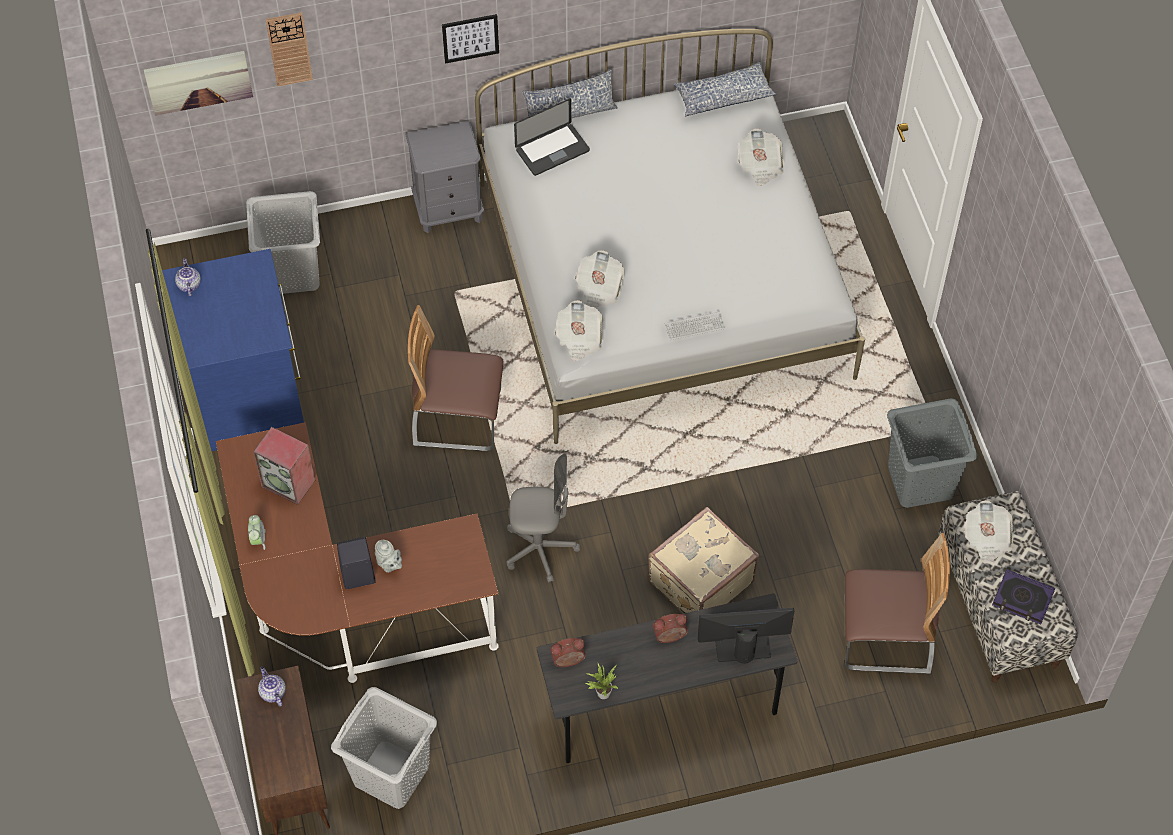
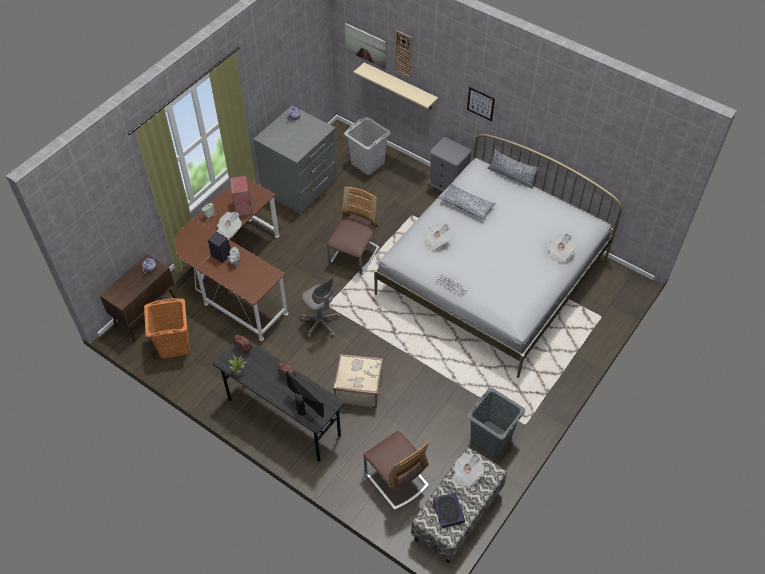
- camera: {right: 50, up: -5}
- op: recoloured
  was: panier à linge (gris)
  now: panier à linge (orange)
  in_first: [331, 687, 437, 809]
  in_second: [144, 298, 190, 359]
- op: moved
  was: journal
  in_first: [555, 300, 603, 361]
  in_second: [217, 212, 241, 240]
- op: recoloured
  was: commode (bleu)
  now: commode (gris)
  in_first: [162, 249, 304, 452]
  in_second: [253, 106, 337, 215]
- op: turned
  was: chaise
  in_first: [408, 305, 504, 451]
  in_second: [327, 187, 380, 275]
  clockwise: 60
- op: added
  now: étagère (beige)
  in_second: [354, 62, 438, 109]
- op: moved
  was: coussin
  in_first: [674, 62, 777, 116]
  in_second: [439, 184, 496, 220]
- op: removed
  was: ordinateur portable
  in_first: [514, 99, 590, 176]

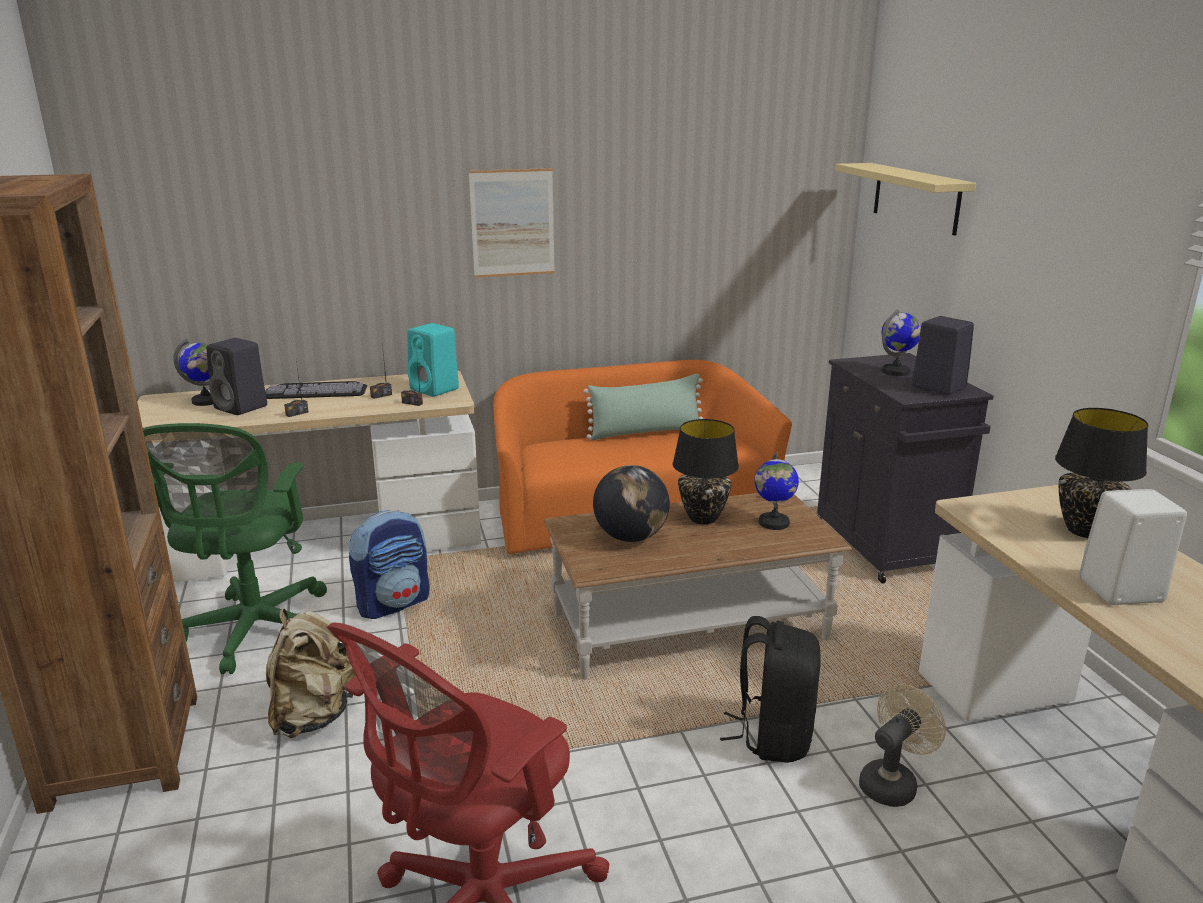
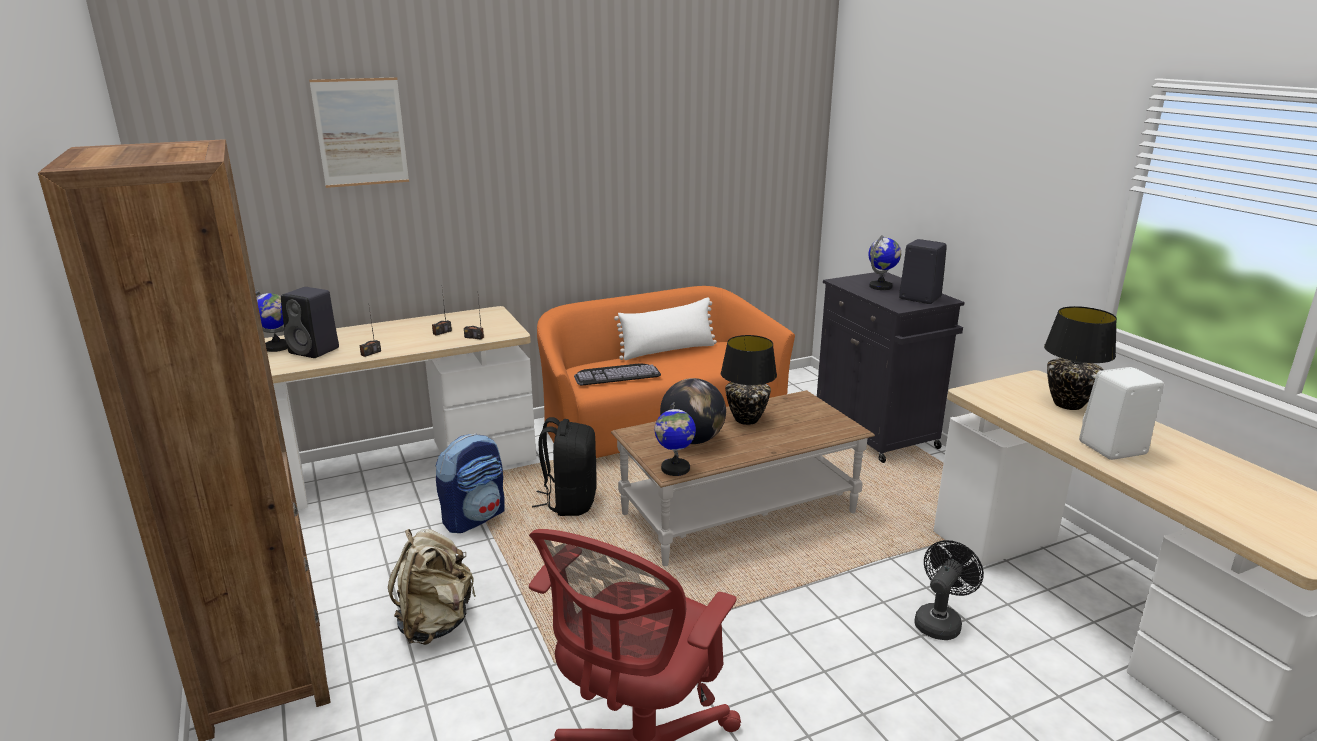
- camera: {right: -10, up: 0}
- op: moved
  was: tableau
  in_first: [469, 168, 555, 278]
  in_second: [309, 77, 409, 188]
- op: moved
  was: sac à dos (noir)
  in_first: [720, 616, 821, 763]
  in_second: [532, 417, 597, 516]
- op: moved
  was: clavier
  in_first: [265, 381, 367, 399]
  in_second: [574, 363, 661, 386]
- op: recoloured
  was: coussin (vert)
  now: coussin (blanc)
  in_first: [583, 374, 703, 440]
  in_second: [614, 298, 717, 360]
- op: moved
  was: globe
  in_first: [754, 452, 799, 530]
  in_second: [655, 402, 696, 476]
- op: recoloured
  was: ventilateur (beige)
  now: ventilateur (noir)
  in_first: [859, 684, 946, 807]
  in_second: [914, 540, 984, 640]
- op: removed
  was: chaise de bureau (vert)
  in_first: [143, 423, 327, 674]
- op: removed
  was: enceinte (turquoise)
  in_first: [407, 323, 459, 397]
- op: removed
  was: étagère (beige)
  in_first: [835, 163, 976, 236]

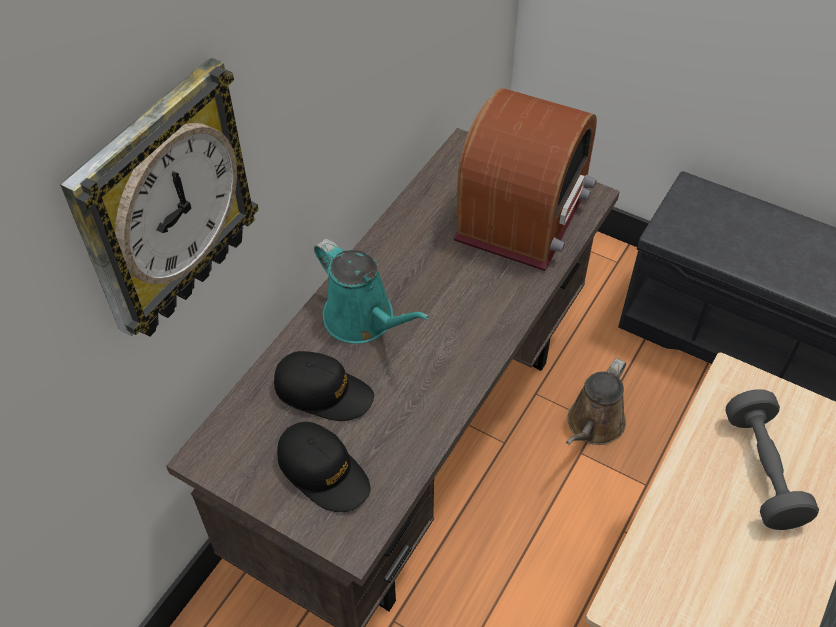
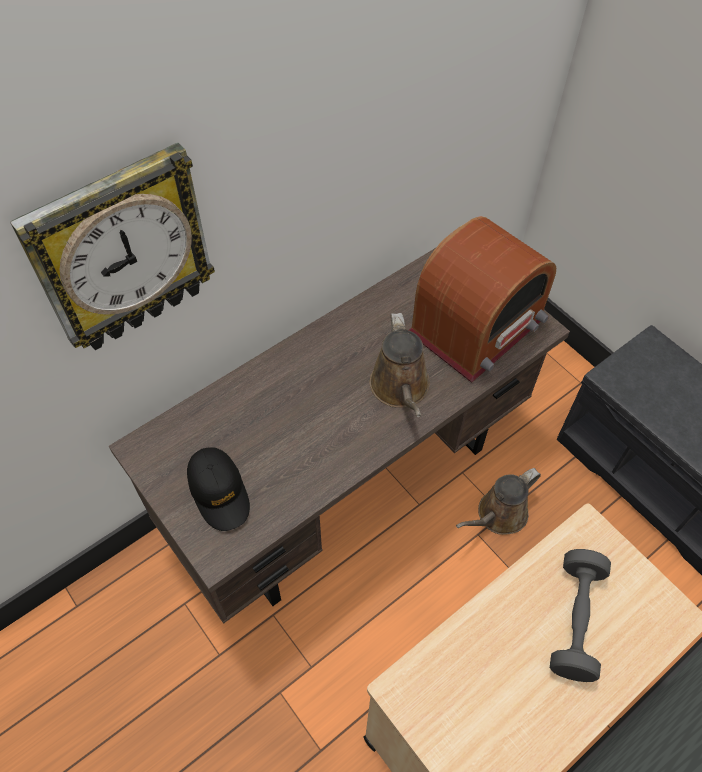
- camera: {right: 20, up: 5}
- op: added
  now: arrosoir (marron)
  in_second: [370, 313, 430, 417]
- op: removed
  was: casquette (noir)
  in_first: [274, 351, 374, 421]
- op: removed
  was: arrosoir (turquoise)
  in_first: [314, 239, 430, 344]

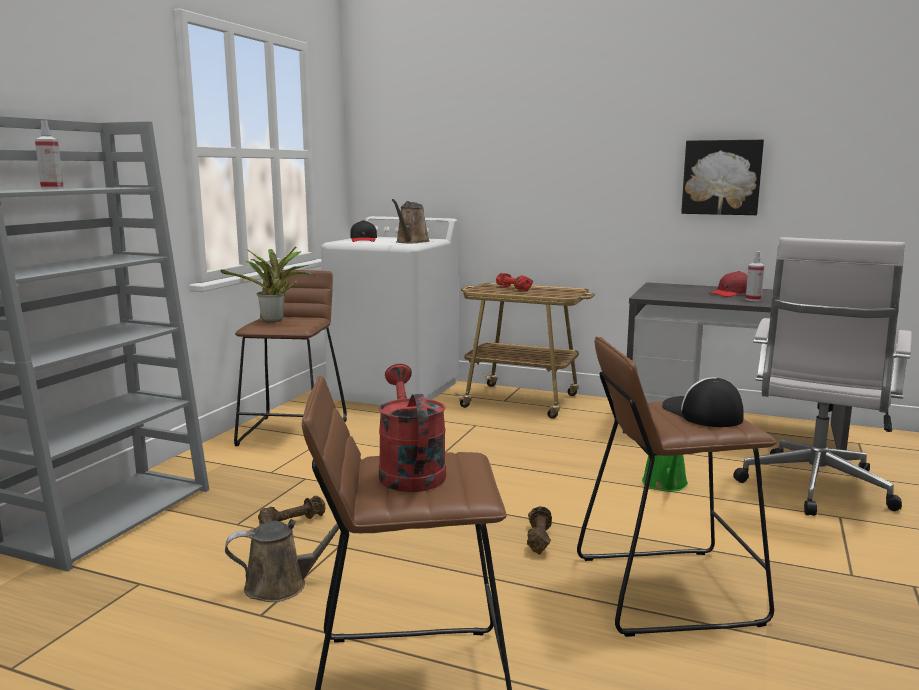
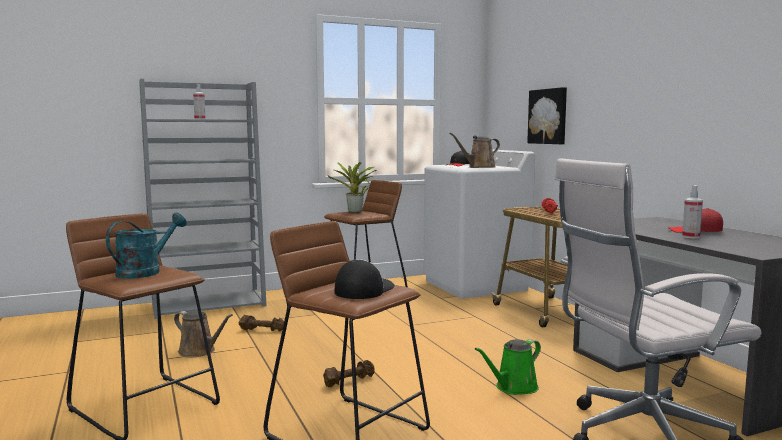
- camera: {right: 45, up: -5}
- op: recoloured
  was: arrosoir (rouge)
  now: arrosoir (turquoise)
  in_first: [378, 363, 446, 492]
  in_second: [106, 213, 187, 279]
- op: moved
  was: tableau
  in_first: [681, 140, 764, 215]
  in_second: [527, 87, 567, 144]

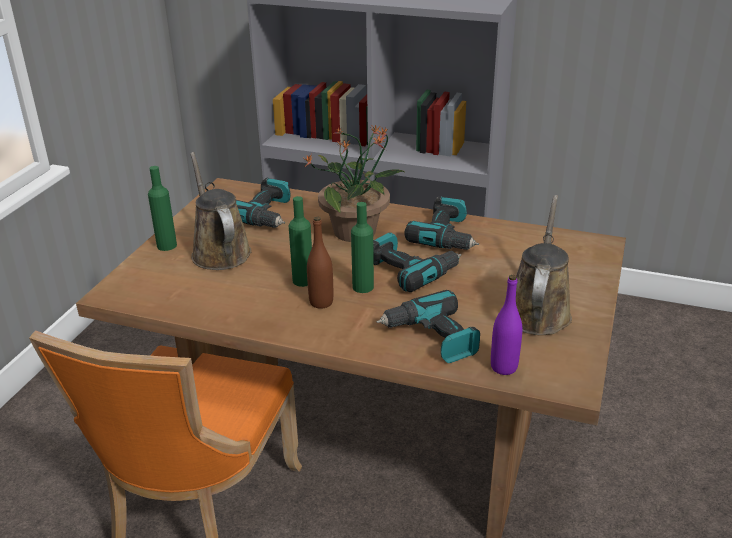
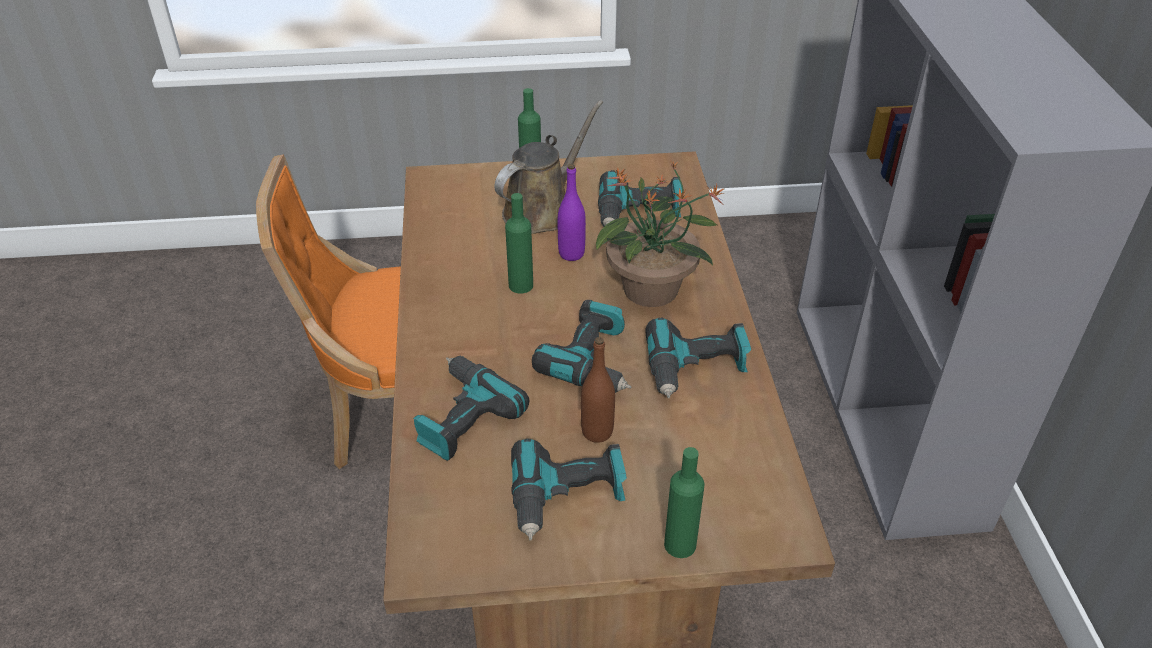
- camera: {right: 65, up: 10}
- op: replaced
  was: arrosoir (marron)
  now: perceuse
  in_first: [516, 195, 572, 335]
  in_second: [511, 438, 627, 540]
- op: moved
  was: bouteille (violet)
  in_first: [491, 275, 522, 375]
  in_second: [558, 164, 586, 261]
- op: moved
  was: bouteille (marron)
  in_first: [307, 217, 333, 309]
  in_second: [581, 337, 615, 443]
- op: moved
  was: bouteille (vert)
  in_first: [351, 202, 374, 293]
  in_second: [664, 447, 704, 558]

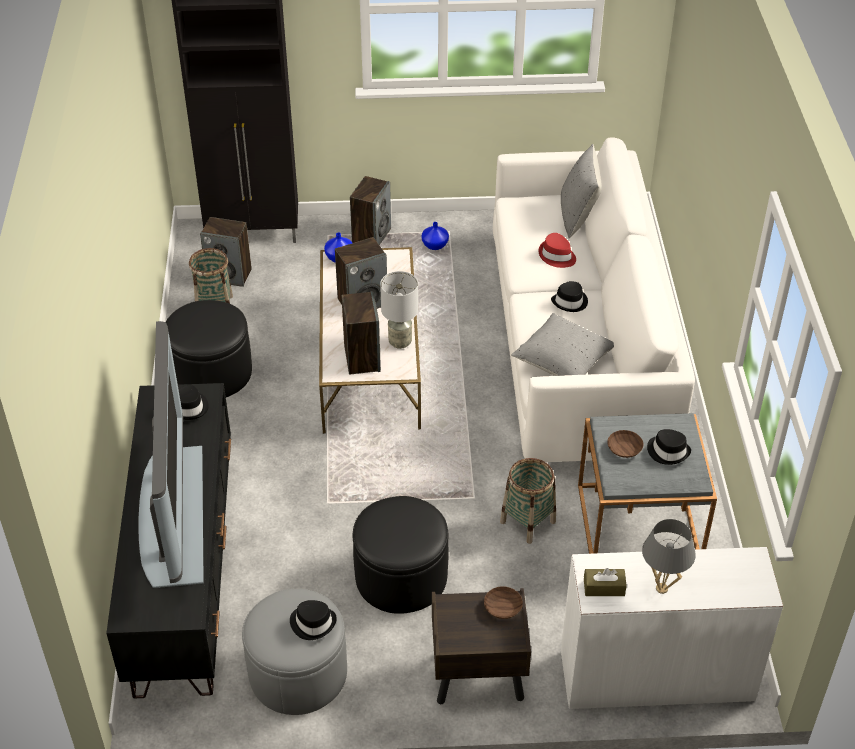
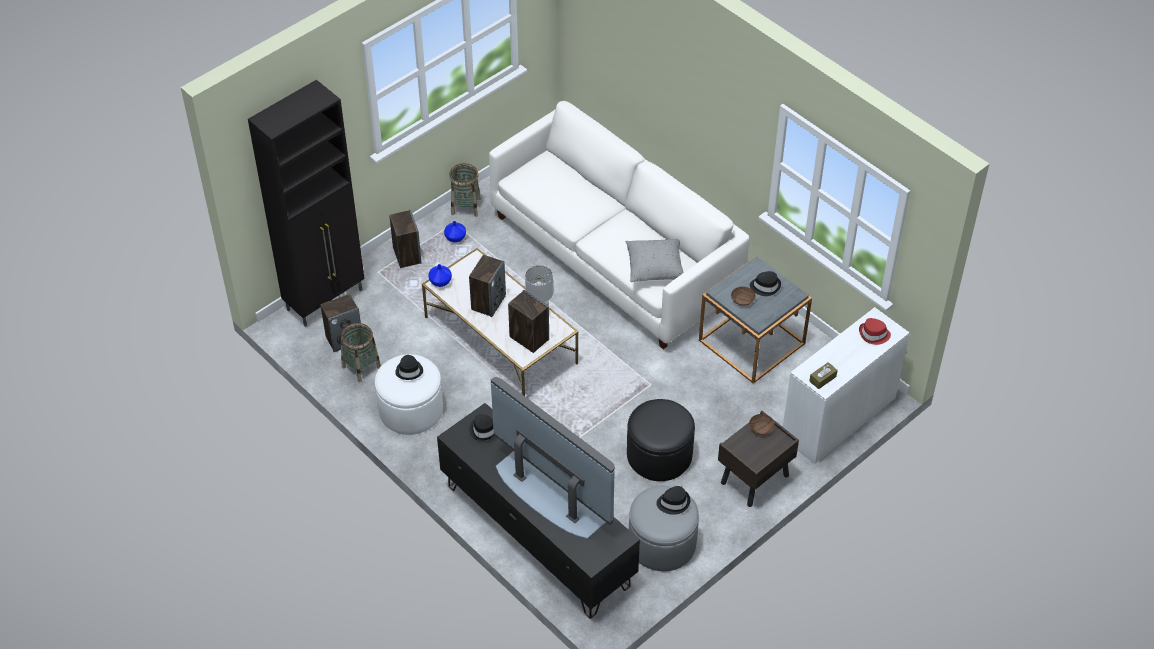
- camera: {right: -40, up: 5}
- op: recoloured
  was: pouf (noir)
  now: pouf (blanc)
  in_first: [166, 300, 252, 397]
  in_second: [375, 354, 443, 435]
- op: moved
  was: chapeau (noir)
  in_first: [551, 281, 588, 312]
  in_second: [395, 355, 423, 380]
- op: moved
  was: panier
  in_first: [500, 458, 556, 544]
  in_second: [449, 163, 481, 217]
- op: moved
  was: chapeau (rouge)
  in_first: [539, 233, 576, 268]
  in_second: [859, 318, 891, 345]
- op: removed
  was: coussin (gris)
  in_first: [561, 144, 602, 239]
- op: removed
  was: lampe de table (gris)
  in_first: [642, 519, 696, 594]

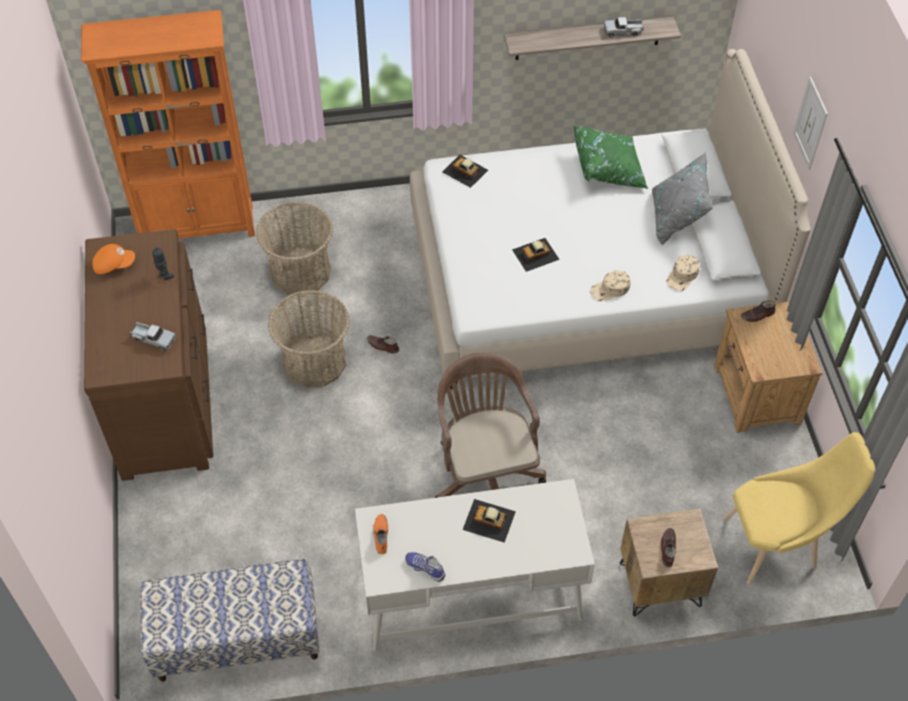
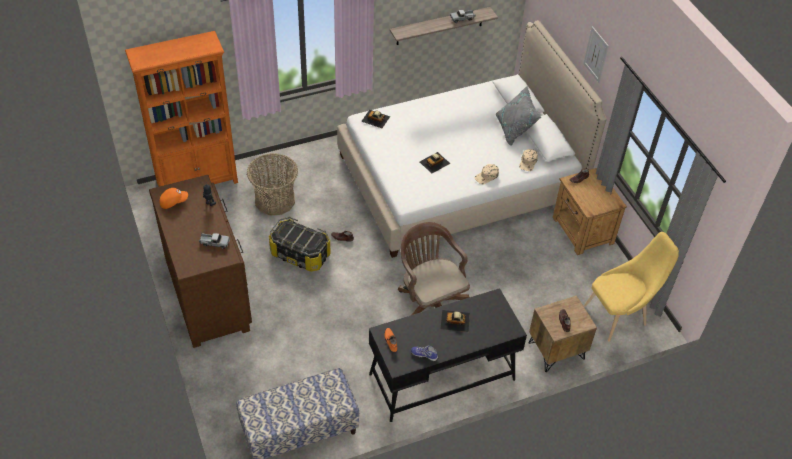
- camera: {right: -15, up: -5}
- op: replaced
  was: panier
  now: boîte de rangement
  in_first: [268, 290, 349, 388]
  in_second: [269, 217, 331, 272]
- op: recoloured
  was: bureau (blanc)
  now: bureau (noir)
  in_first: [355, 479, 595, 651]
  in_second: [369, 288, 527, 422]
- op: removed
  was: coussin (vert)
  in_first: [574, 126, 648, 189]

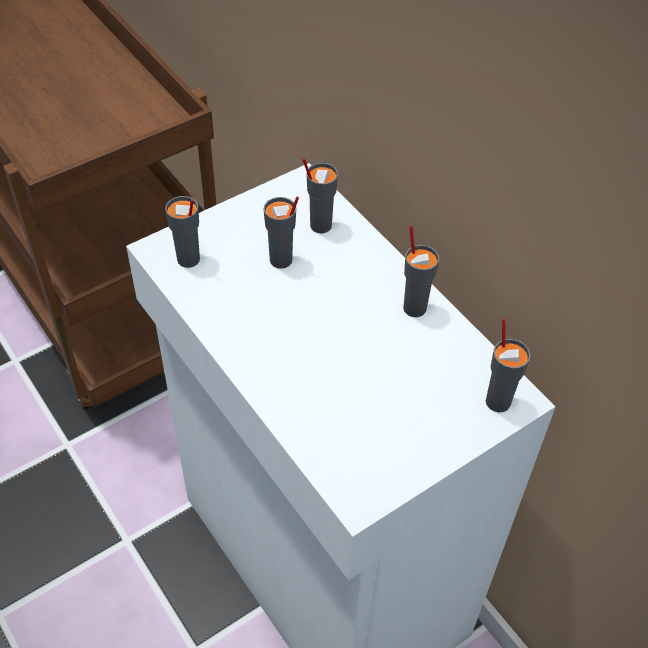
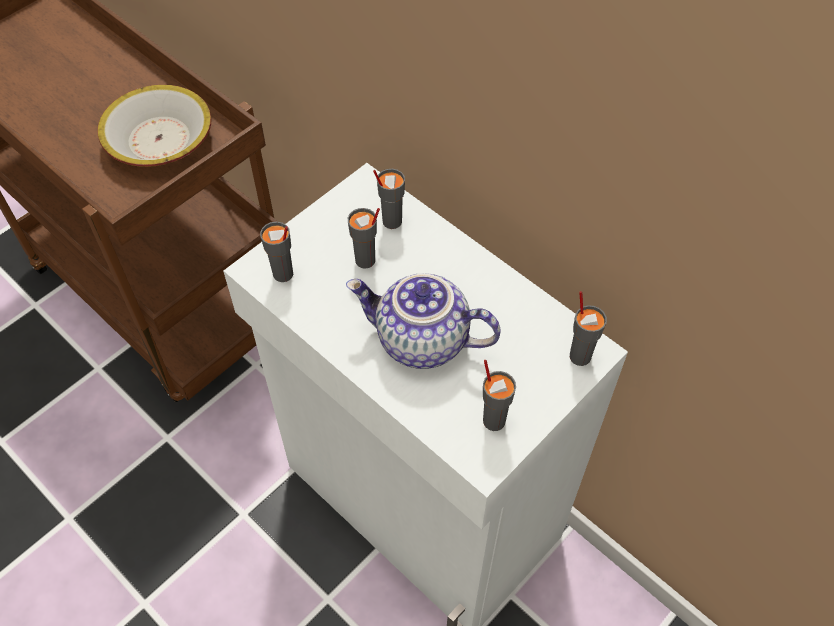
- camera: {right: -10, up: 5}
- op: added
  now: bol
  in_second: [98, 85, 212, 167]
- op: added
  now: théière
  in_second: [346, 273, 501, 369]
- op: moved
  was: tasse (gris)
  in_first: [403, 226, 439, 317]
  in_second: [483, 360, 516, 431]

